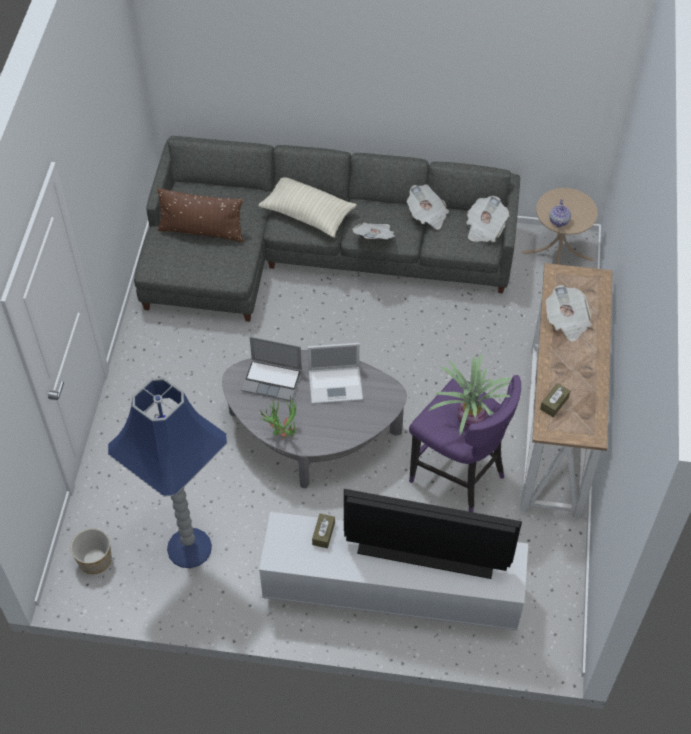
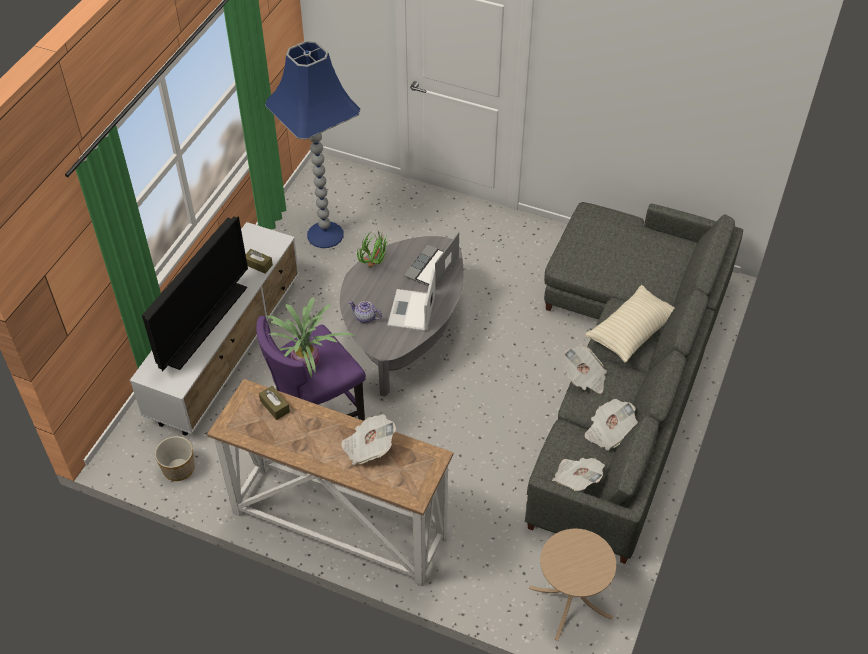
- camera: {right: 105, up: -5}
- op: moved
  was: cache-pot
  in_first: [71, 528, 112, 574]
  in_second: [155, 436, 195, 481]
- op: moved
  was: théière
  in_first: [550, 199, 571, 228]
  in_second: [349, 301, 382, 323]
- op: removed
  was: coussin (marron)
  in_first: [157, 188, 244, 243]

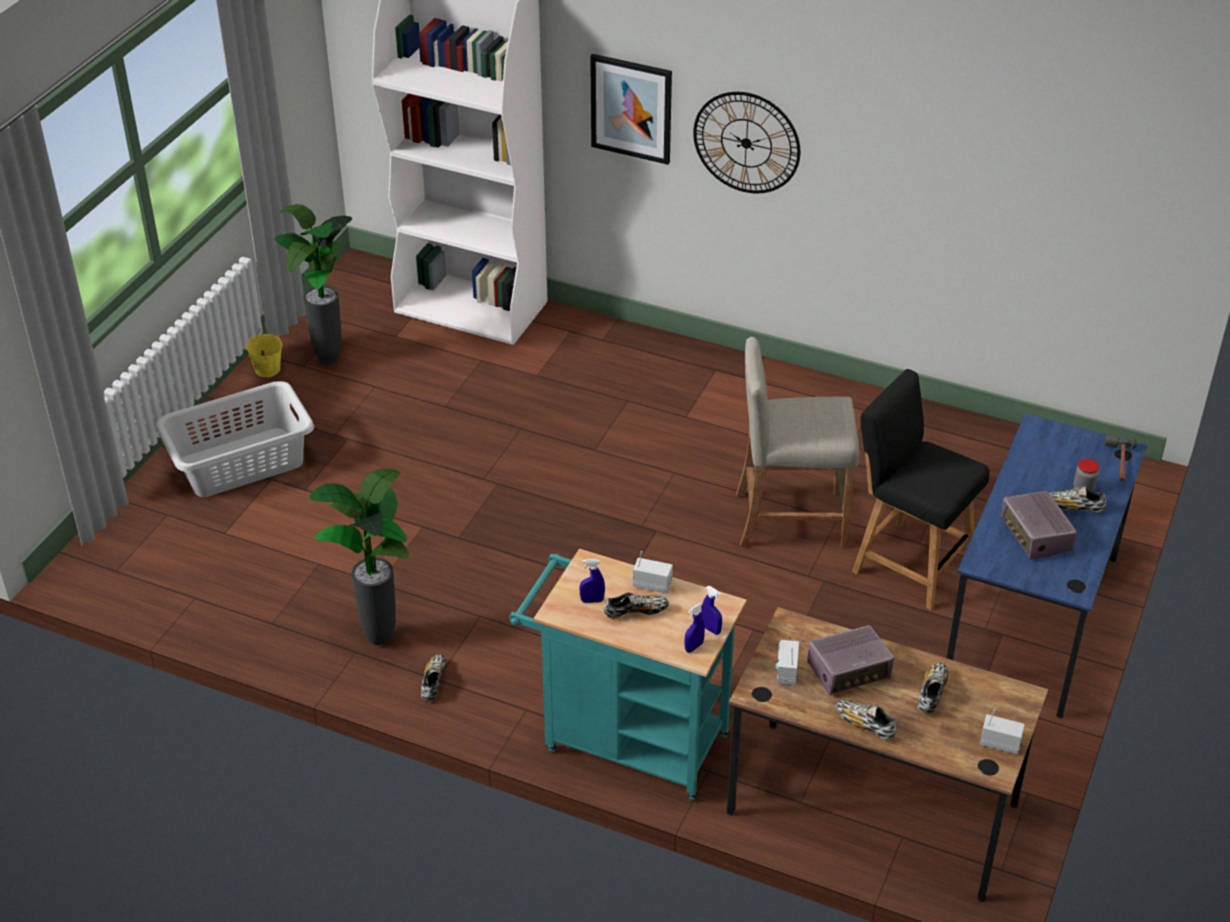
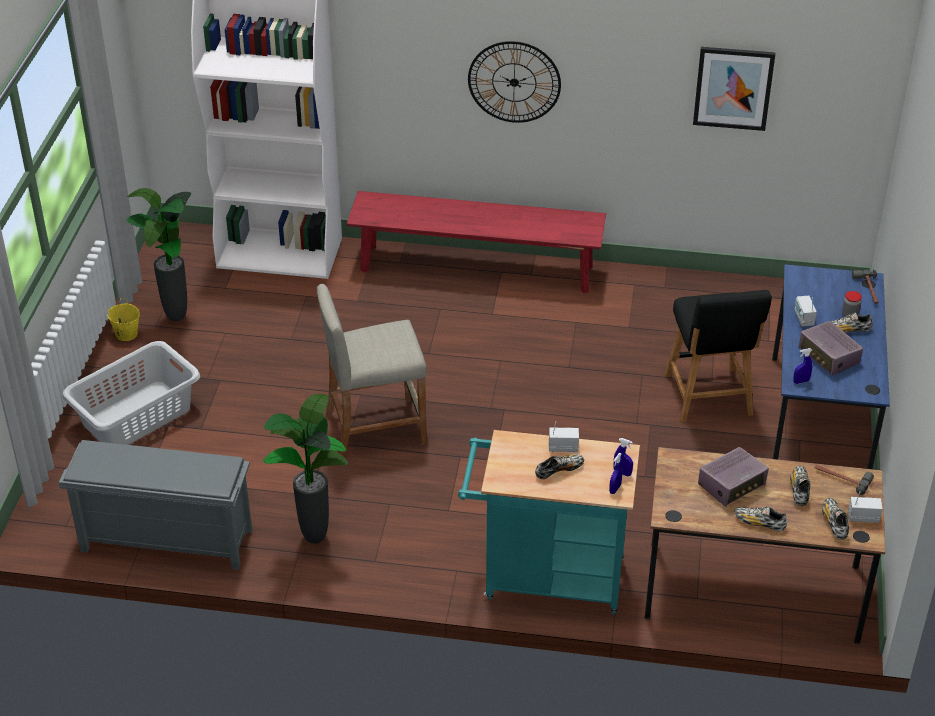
- camera: {right: -15, up: 0}
- op: added
  now: étagère à chaussures (gris)
  in_second: [59, 440, 252, 570]
- op: moved
  was: tabouret (beige)
  in_first: [736, 337, 860, 548]
  in_second: [317, 284, 427, 457]
- op: added
  now: banc (rouge)
  in_second: [347, 191, 606, 294]
- op: turned
  was: chaise (noir)
  in_first: [852, 369, 990, 610]
  in_second: [664, 290, 772, 423]
  clockwise: -120
- op: moved
  was: tableau
  in_first: [590, 54, 672, 165]
  in_second: [693, 47, 775, 131]
- op: moved
  was: vaporisateur (bleu)
  in_first: [579, 559, 605, 603]
  in_second: [793, 348, 812, 384]
- op: moved
  was: radio
  in_first: [776, 640, 799, 685]
  in_second: [795, 296, 817, 327]
- op: added
  now: marteau
  in_second: [815, 465, 874, 495]
- op: moved
  was: chaussure
  in_first: [421, 654, 447, 701]
  in_second: [822, 498, 849, 540]

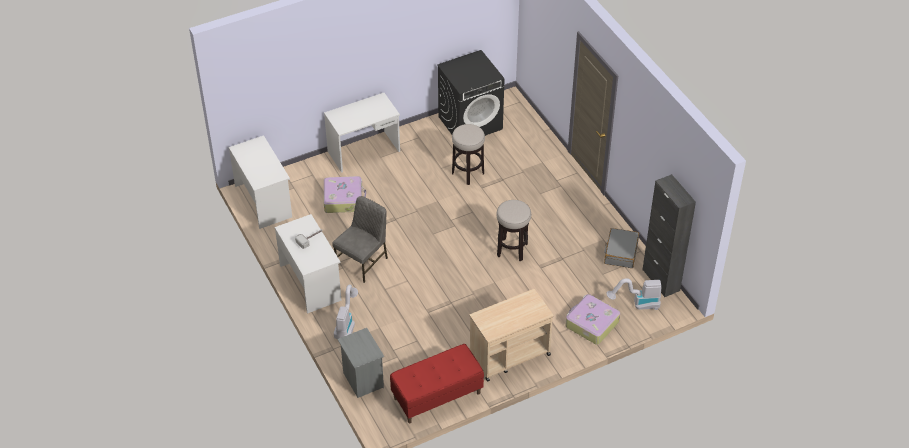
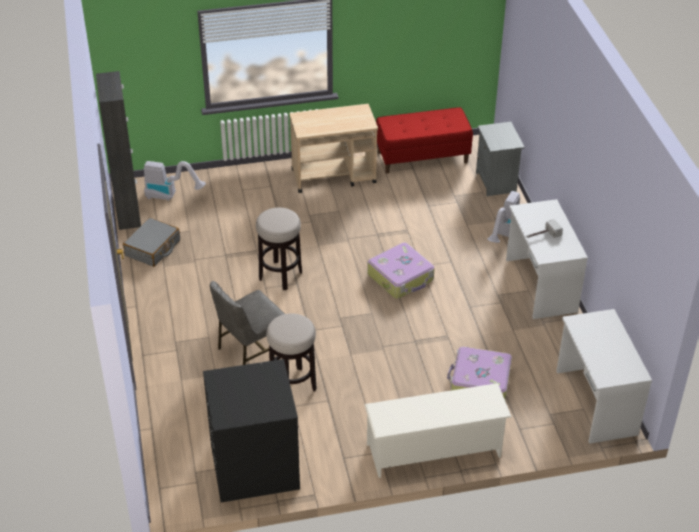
- camera: {right: -165, up: -5}
- op: moved
  was: chaise (gris)
  in_first: [332, 196, 388, 283]
  in_second: [210, 281, 285, 365]
- op: replaced
  was: bureau (blanc)
  now: étagère à chaussures (blanc)
  in_first: [324, 93, 400, 173]
  in_second: [364, 383, 512, 478]
- op: moved
  was: valise
  in_first: [565, 294, 620, 345]
  in_second: [367, 243, 435, 299]

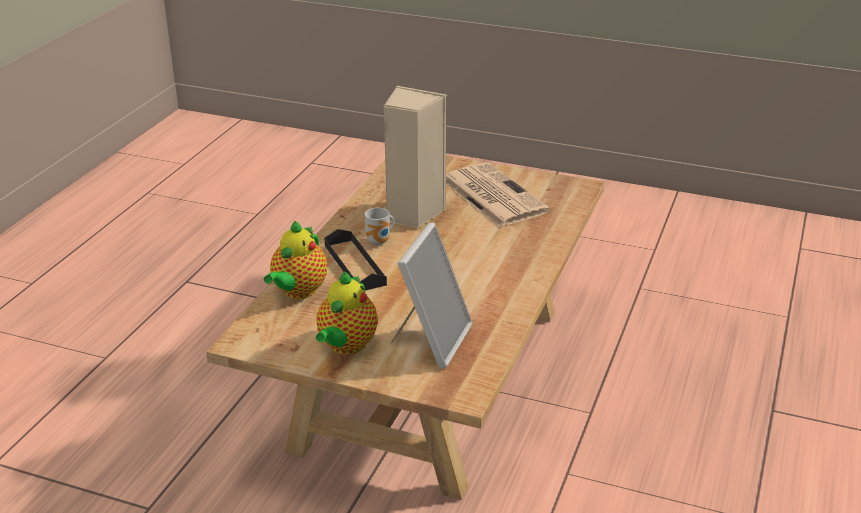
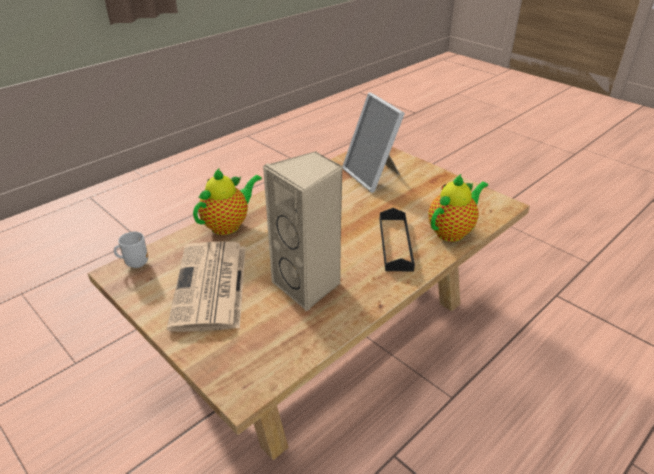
- camera: {right: -155, up: 5}
- op: moved
  was: mug
  in_first: [365, 208, 394, 245]
  in_second: [114, 232, 148, 268]
- op: moved
  was: théière
  in_first: [316, 271, 378, 355]
  in_second: [193, 167, 262, 235]
- op: turned
  was: cadre photo
  in_first: [391, 222, 472, 369]
  in_second: [342, 93, 405, 193]
  clockwise: -75

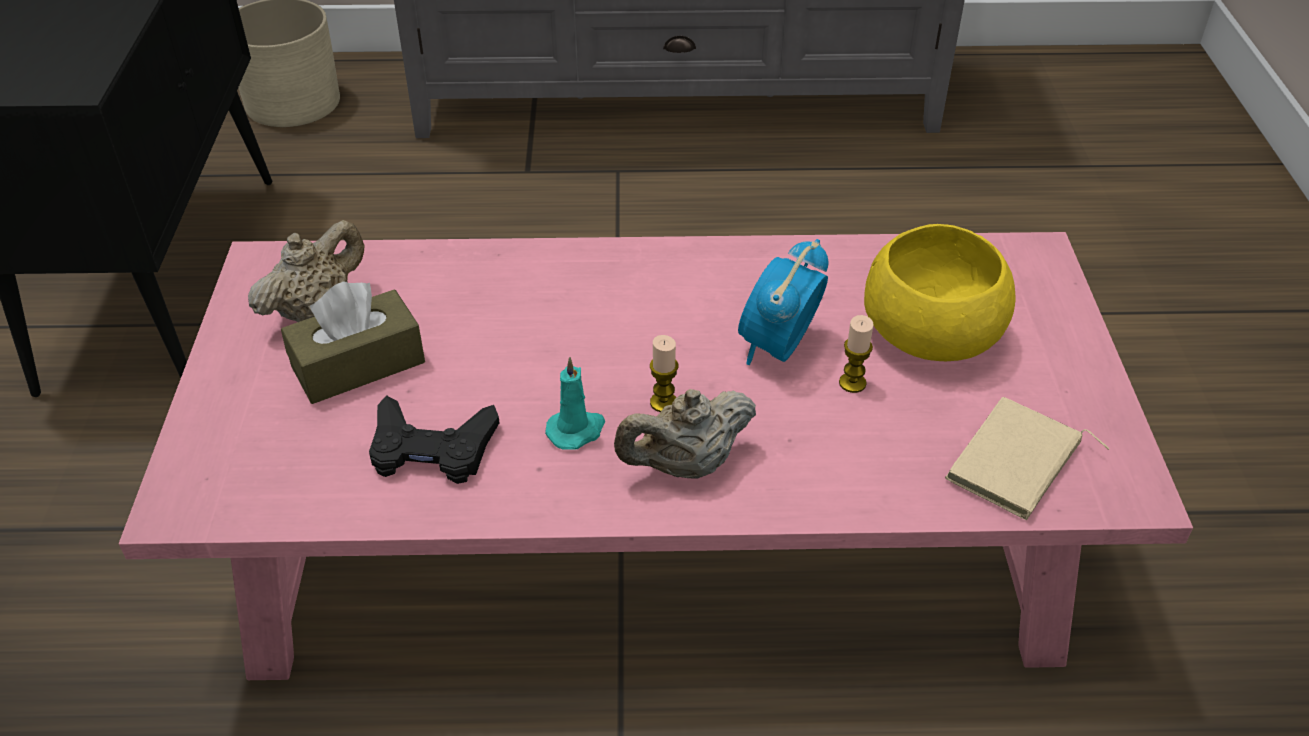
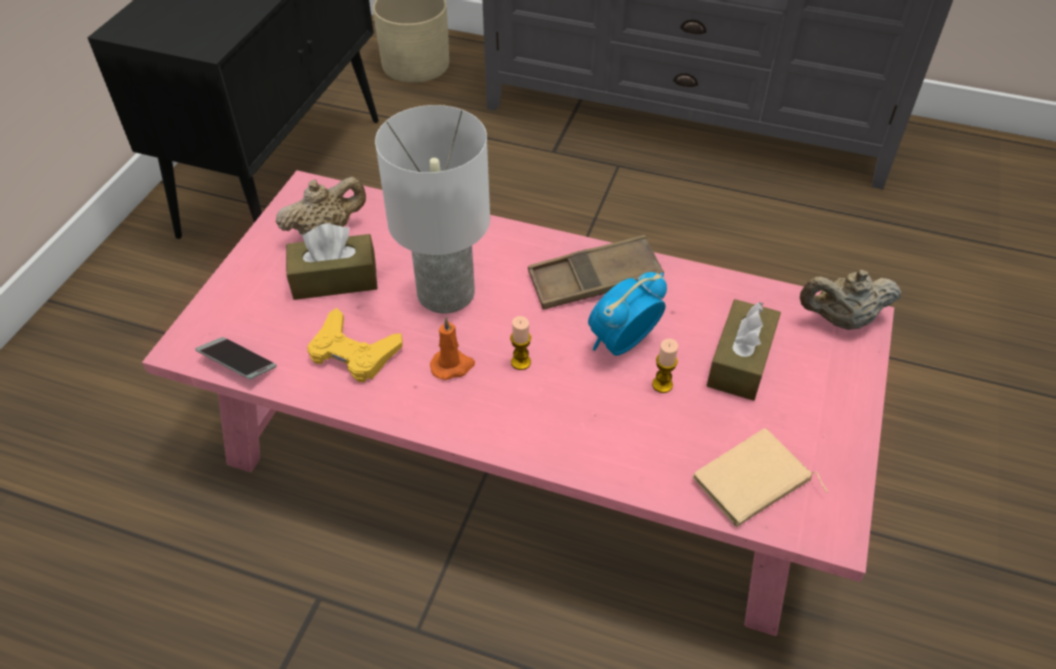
- camera: {right: 20, up: 5}
- op: added
  now: téléphone
  in_second: [195, 337, 277, 379]
- op: recoloured
  was: manette (noir)
  now: manette (jaune)
  in_first: [369, 395, 499, 484]
  in_second: [307, 308, 402, 382]
- op: added
  now: lampe de table (blanc)
  in_second: [375, 105, 490, 314]
- op: recoloured
  was: bougie (turquoise)
  now: bougie (orange)
  in_first: [545, 357, 605, 450]
  in_second: [430, 317, 475, 380]
- op: added
  now: plateau (marron)
  in_second: [528, 235, 664, 310]
- op: replaced
  was: bol (jaune)
  now: boîte à mouchoirs (marron)
  in_first: [864, 224, 1016, 361]
  in_second: [707, 299, 781, 401]
- op: moved
  was: théière (beige)
  in_first: [614, 389, 756, 478]
  in_second: [800, 270, 901, 330]

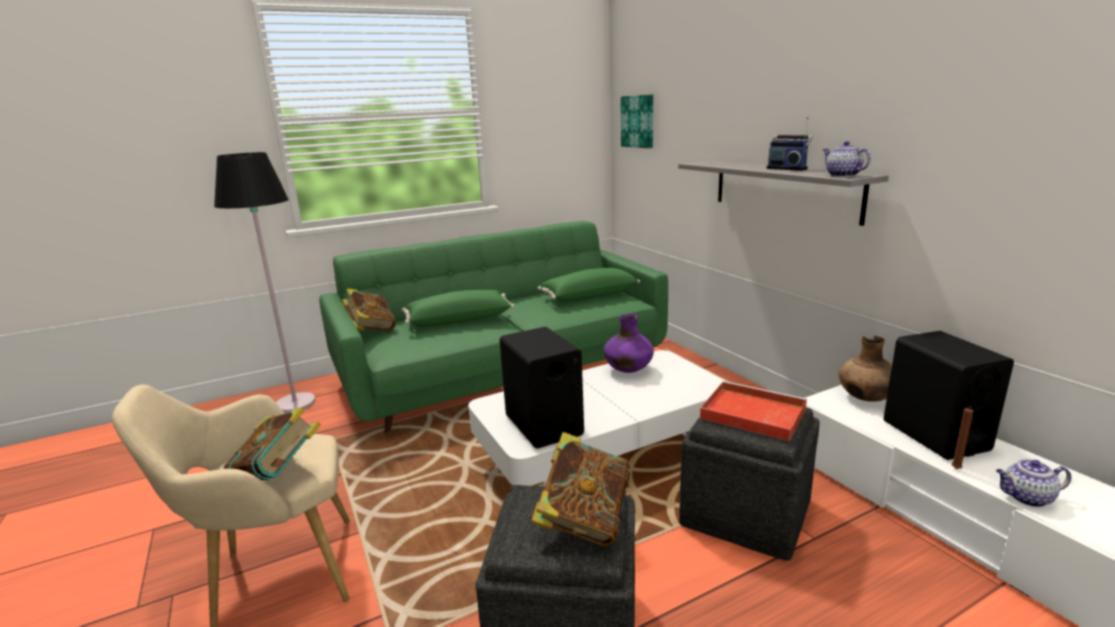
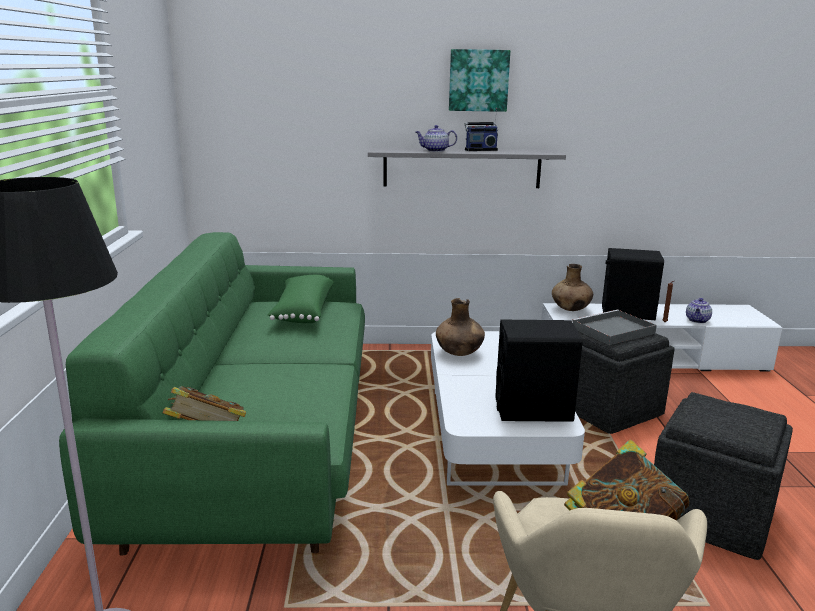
- camera: {right: -65, up: 0}
- op: moved
  was: théière
  in_first: [822, 141, 871, 177]
  in_second: [416, 125, 457, 152]
- op: recoloured
  was: vase (violet)
  now: vase (marron)
  in_first: [604, 314, 654, 373]
  in_second: [436, 298, 485, 356]
- op: moved
  was: tableau
  in_first: [621, 94, 653, 148]
  in_second: [449, 49, 510, 112]
- op: recoloured
  was: plateau (rouge)
  now: plateau (gris)
  in_first: [700, 381, 807, 441]
  in_second: [571, 310, 657, 345]
- op: removed
  was: coussin (vert)
  in_first: [402, 290, 515, 327]
- op: removed
  was: livre
  in_first: [531, 432, 630, 546]

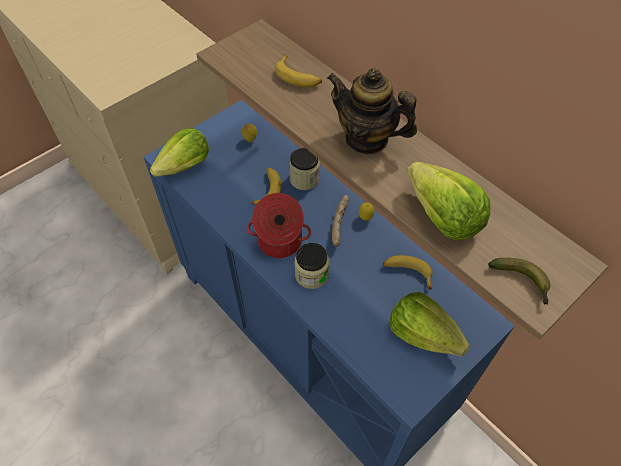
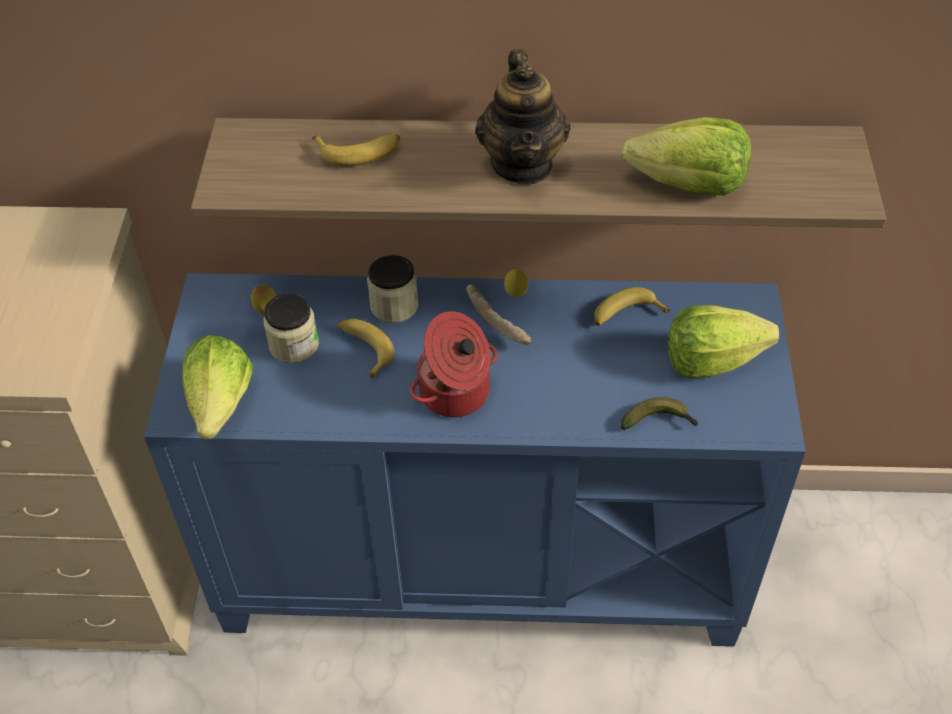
- camera: {right: -45, up: -5}
- op: moved
  was: bocal
  in_first: [294, 243, 329, 289]
  in_second: [263, 294, 319, 363]
- op: turned
  was: théière
  in_first: [327, 68, 417, 154]
  in_second: [475, 49, 571, 185]
  clockwise: -75
- op: moved
  was: banane
  in_first: [488, 258, 551, 305]
  in_second: [621, 397, 699, 430]

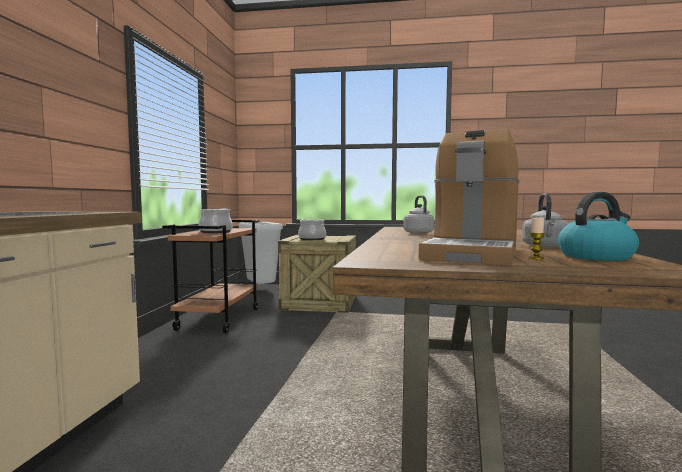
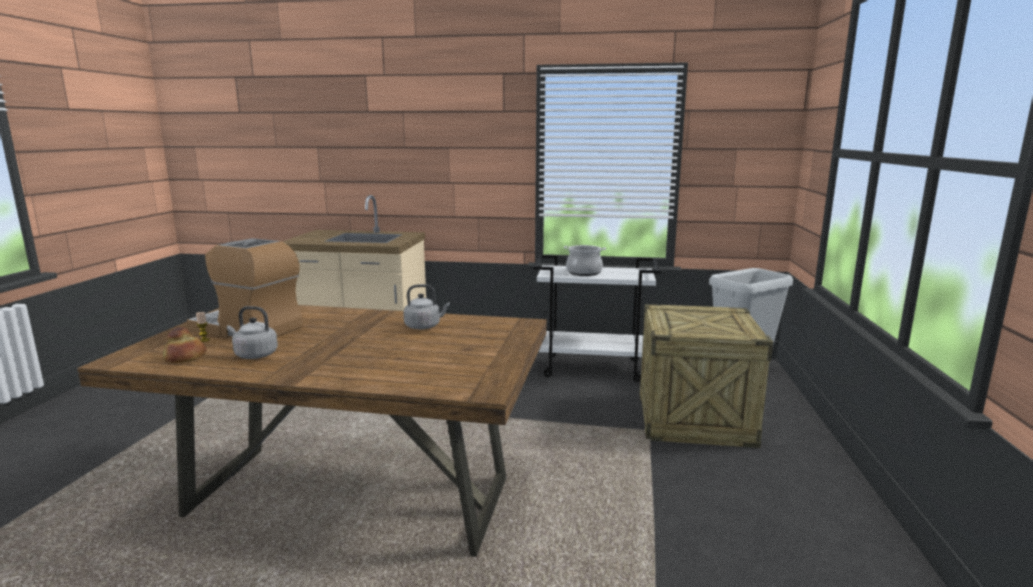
- camera: {right: 90, up: 10}
- op: replaced
  was: bouilloire
  now: pain
  in_first: [558, 192, 639, 261]
  in_second: [163, 327, 206, 363]
- op: recoloured
  was: chariot (marron)
  now: chariot (blanc)
  in_first: [162, 220, 259, 333]
  in_second: [533, 255, 660, 382]
- op: removed
  was: marmite
  in_first: [298, 219, 326, 240]

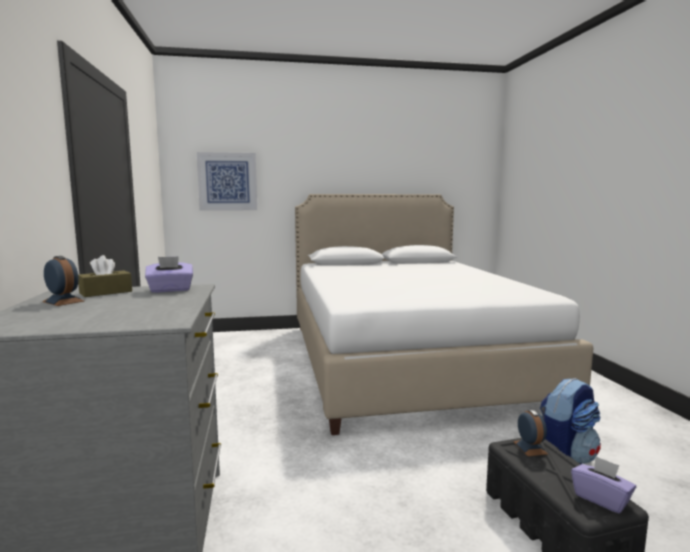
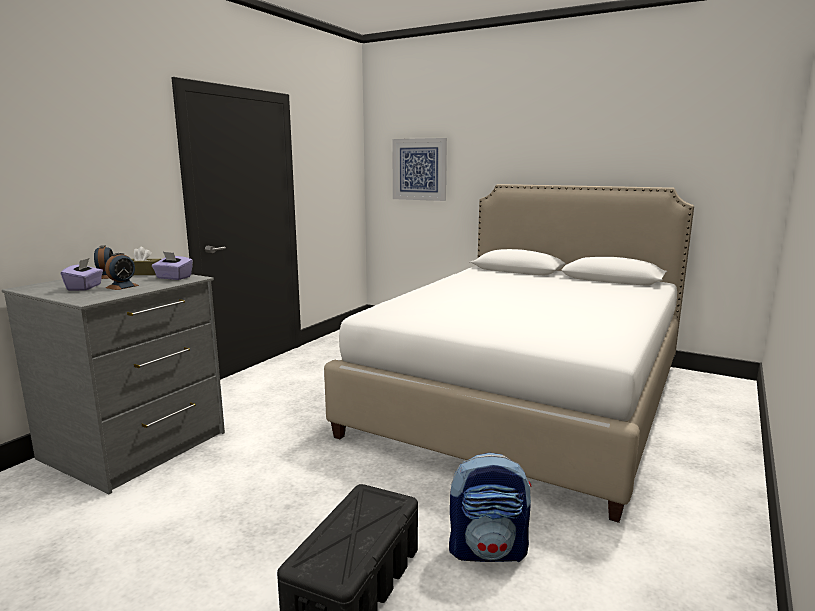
- camera: {right: 40, up: 5}
- op: moved
  was: boîte à mouchoirs (violet)
  in_first: [571, 456, 636, 514]
  in_second: [61, 258, 103, 291]
- op: moved
  was: réveil
  in_first: [513, 410, 548, 456]
  in_second: [105, 253, 139, 290]

